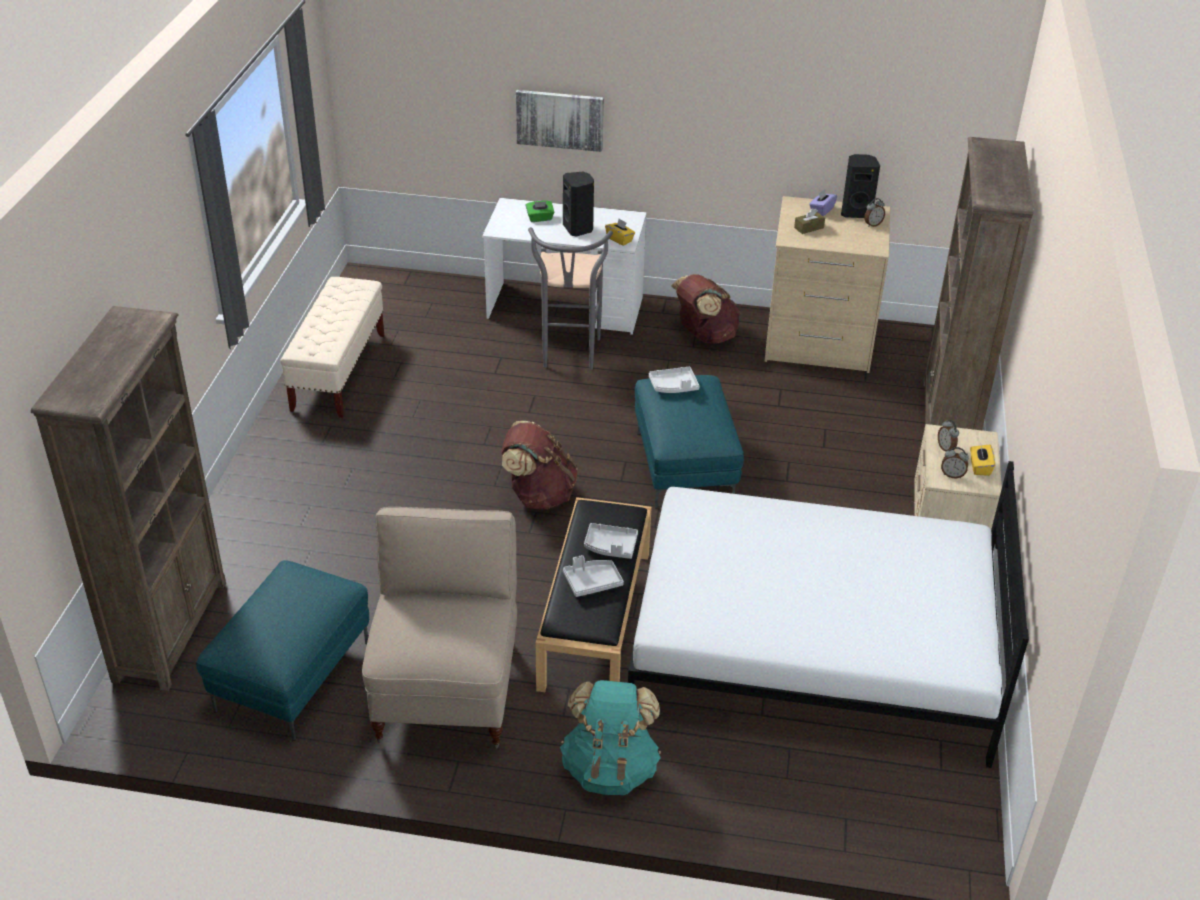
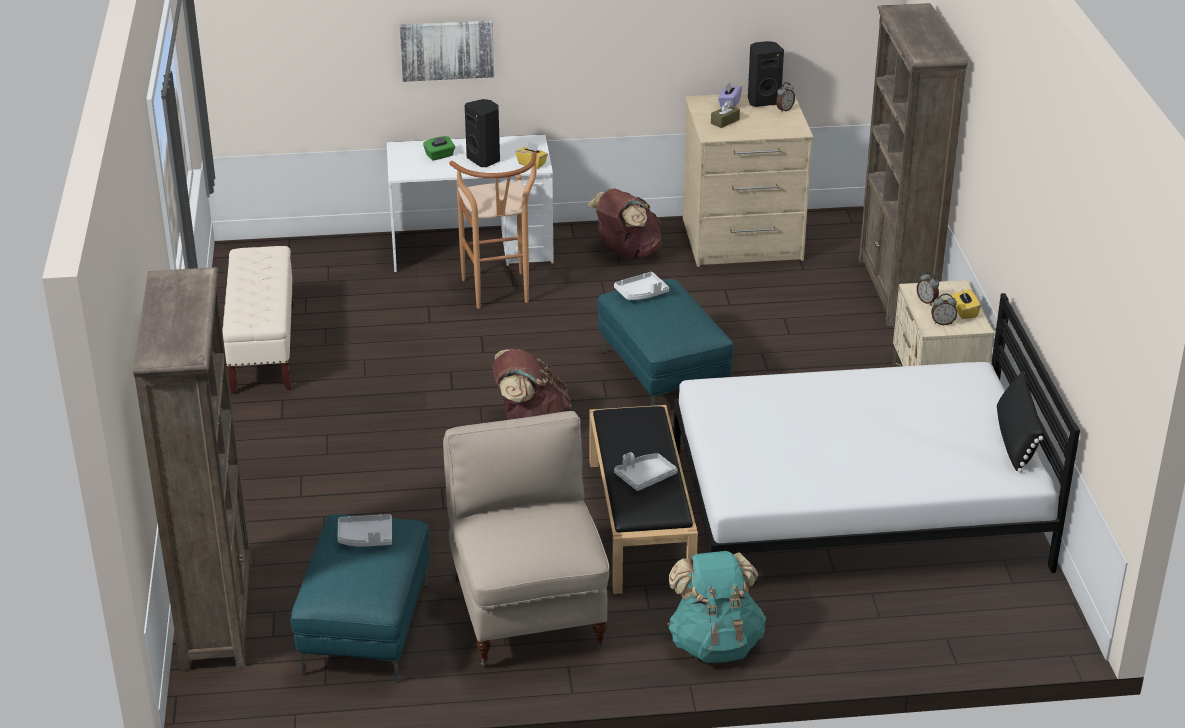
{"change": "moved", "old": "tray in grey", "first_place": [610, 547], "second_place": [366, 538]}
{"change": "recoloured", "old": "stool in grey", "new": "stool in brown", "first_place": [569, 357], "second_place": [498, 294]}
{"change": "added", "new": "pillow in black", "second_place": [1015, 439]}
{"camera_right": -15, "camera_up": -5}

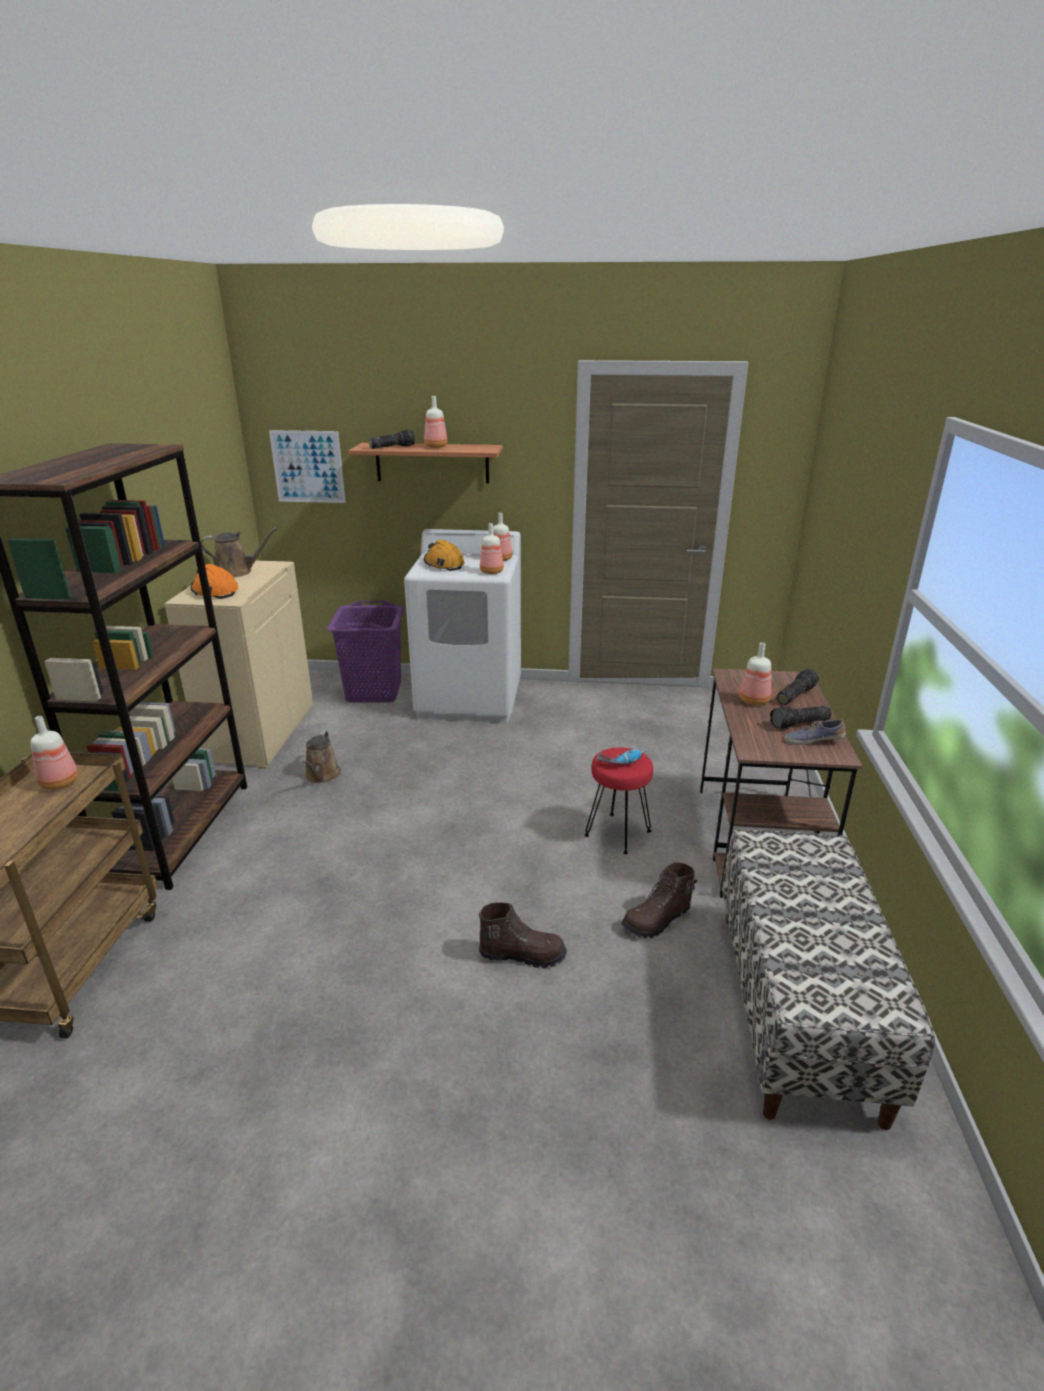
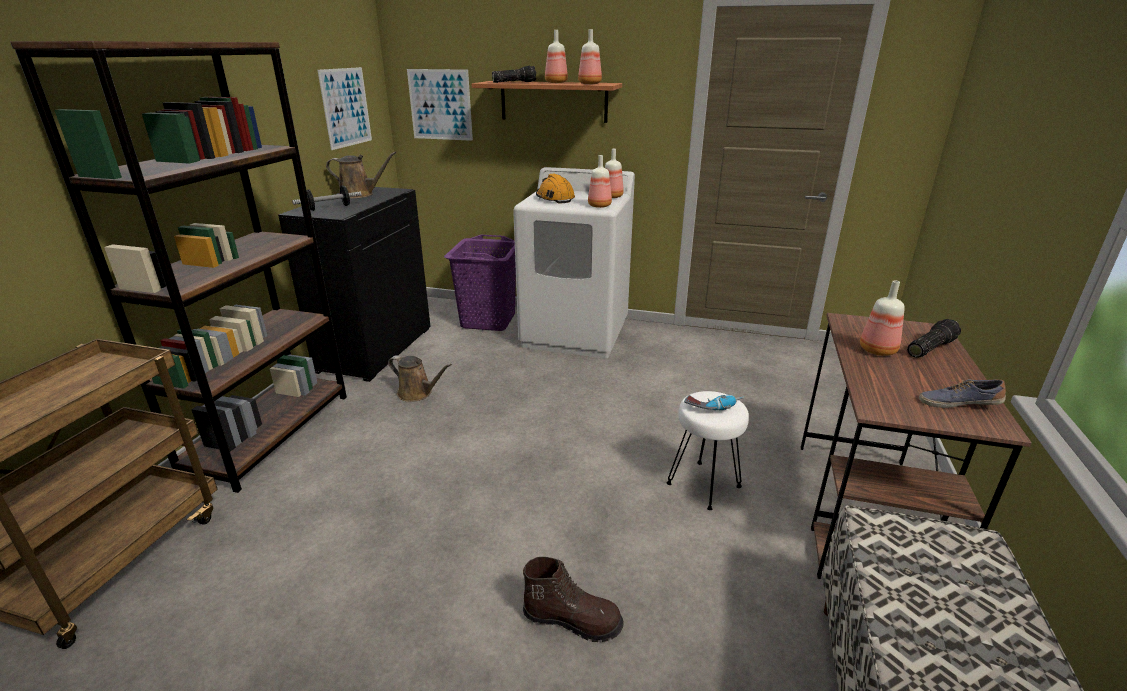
{"change": "recoloured", "old": "cabinet in beige", "new": "cabinet in black", "first_place": [259, 733], "second_place": [375, 349]}
{"change": "replaced", "old": "hard hat in orange", "new": "dumbbell", "first_place": [215, 591], "second_place": [329, 208]}
{"change": "added", "new": "picture", "second_place": [346, 107]}
{"change": "turned", "old": "watering can in brown", "first_place": [322, 775], "second_place": [417, 393], "degrees": -75}
{"change": "moved", "old": "bottle", "first_place": [59, 782], "second_place": [589, 83]}
{"change": "recoloured", "old": "stool in red", "new": "stool in white", "first_place": [617, 833], "second_place": [703, 484]}
{"change": "removed", "old": "boot in brown", "first_place": [657, 920]}
{"change": "removed", "old": "flashlight", "first_place": [800, 724]}
{"camera_right": 10, "camera_up": 0}

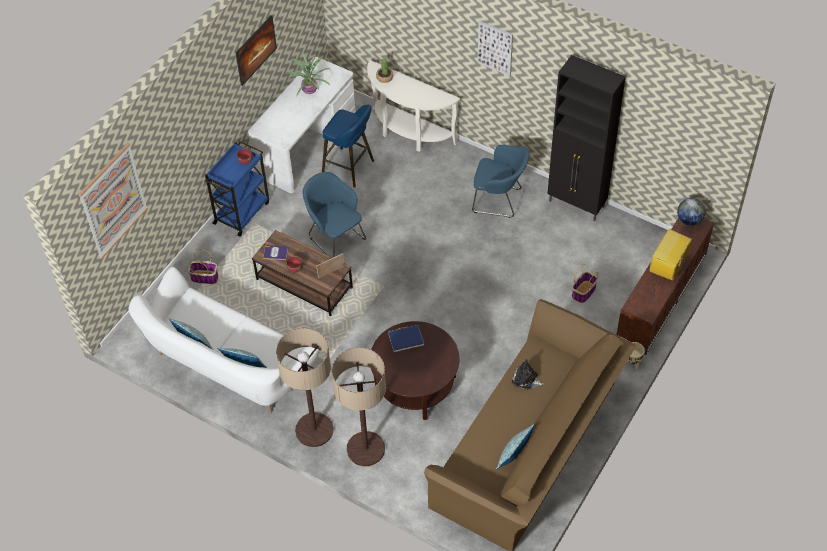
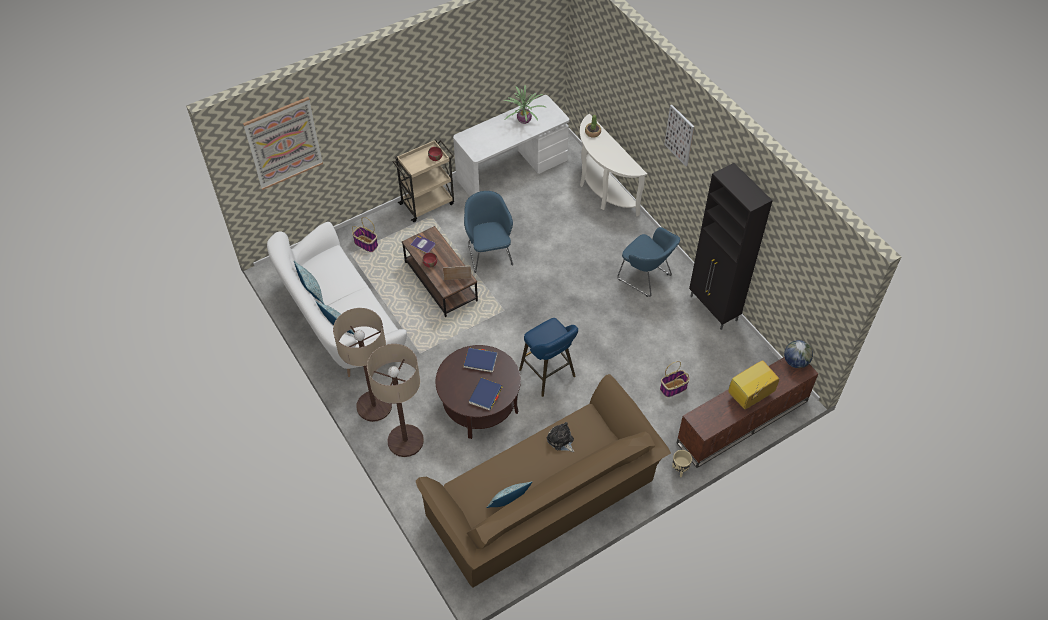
{"change": "recoloured", "old": "cart in blue", "new": "cart in beige", "first_place": [242, 212], "second_place": [428, 203]}
{"change": "added", "new": "book in blue", "second_place": [485, 395]}
{"change": "moved", "old": "stool in blue", "first_place": [350, 168], "second_place": [549, 375]}
{"change": "removed", "old": "picture", "first_place": [257, 58]}
{"camera_right": 25, "camera_up": 0}

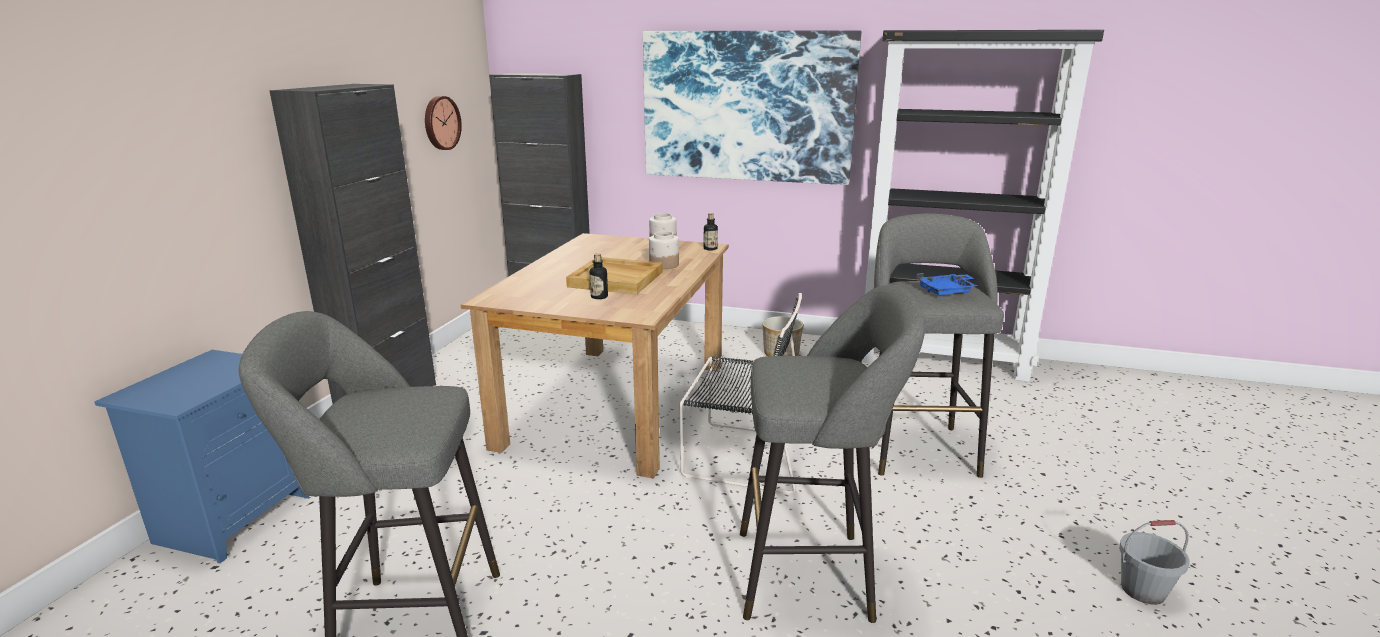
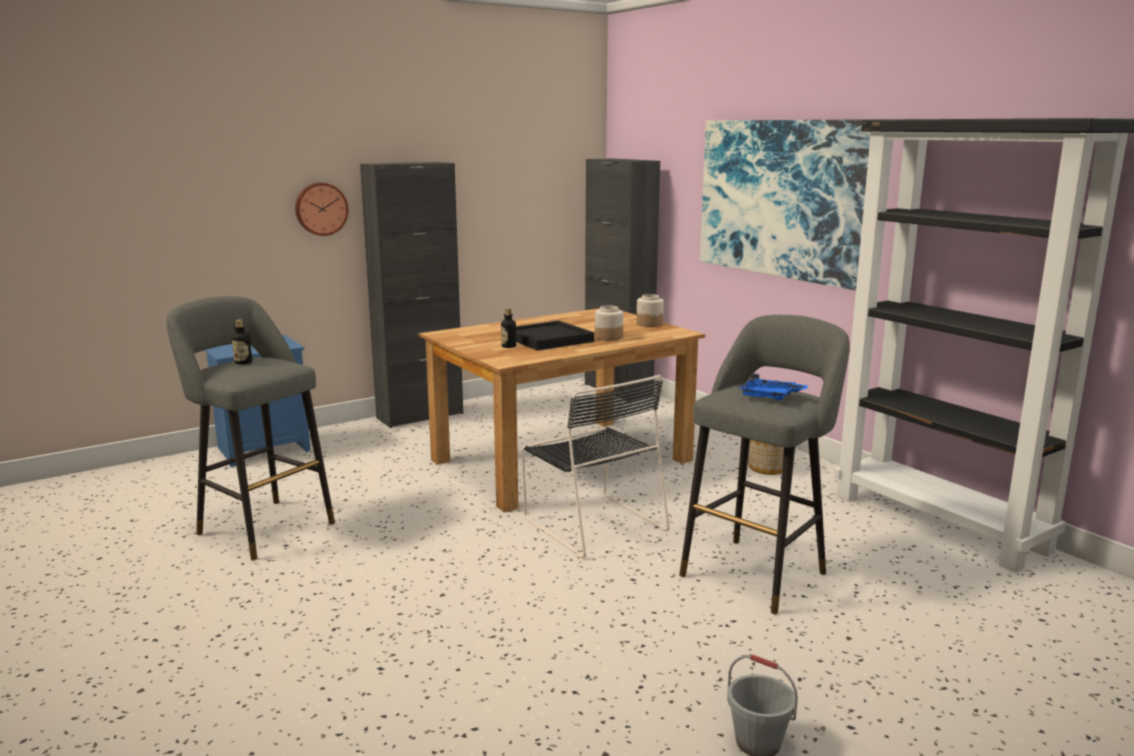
{"change": "moved", "old": "bottle", "first_place": [710, 249], "second_place": [243, 362]}
{"change": "moved", "old": "wall clock", "first_place": [440, 123], "second_place": [321, 209]}
{"change": "recoloured", "old": "tray in beige", "new": "tray in black", "first_place": [617, 279], "second_place": [549, 339]}
{"change": "removed", "old": "stool in grey", "first_place": [812, 574]}
{"camera_right": 40, "camera_up": -5}

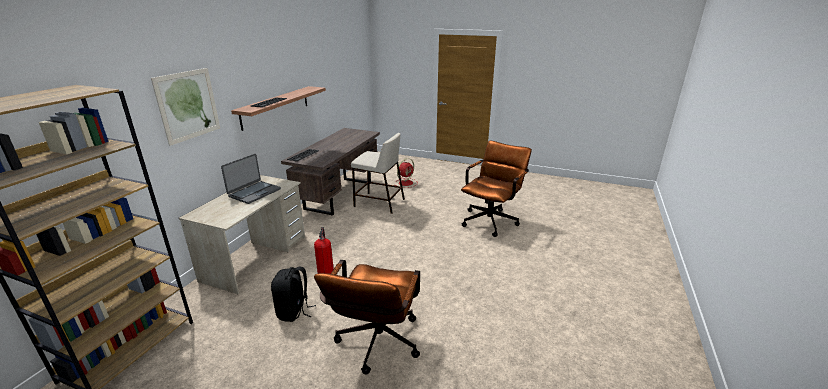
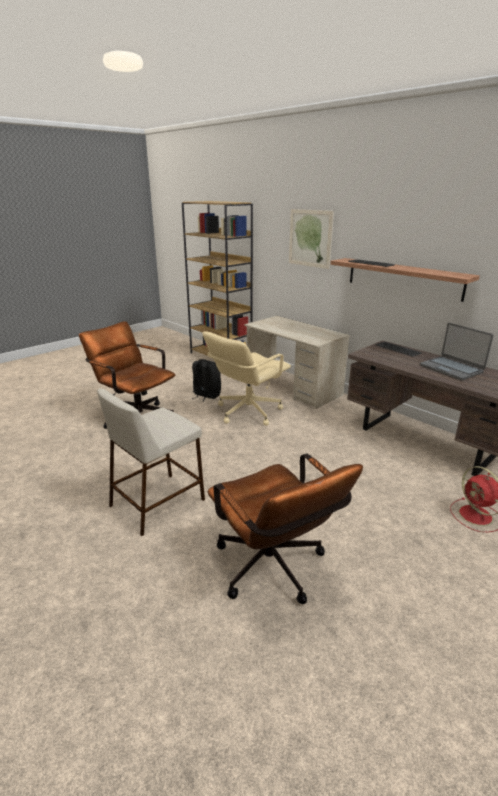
{"change": "moved", "old": "stool in beige", "first_place": [378, 203], "second_place": [158, 502]}
{"change": "replaced", "old": "fire extinguisher", "new": "office chair in beige", "first_place": [325, 271], "second_place": [247, 411]}
{"change": "moved", "old": "laptop", "first_place": [254, 193], "second_place": [451, 369]}
{"camera_right": 115, "camera_up": 0}

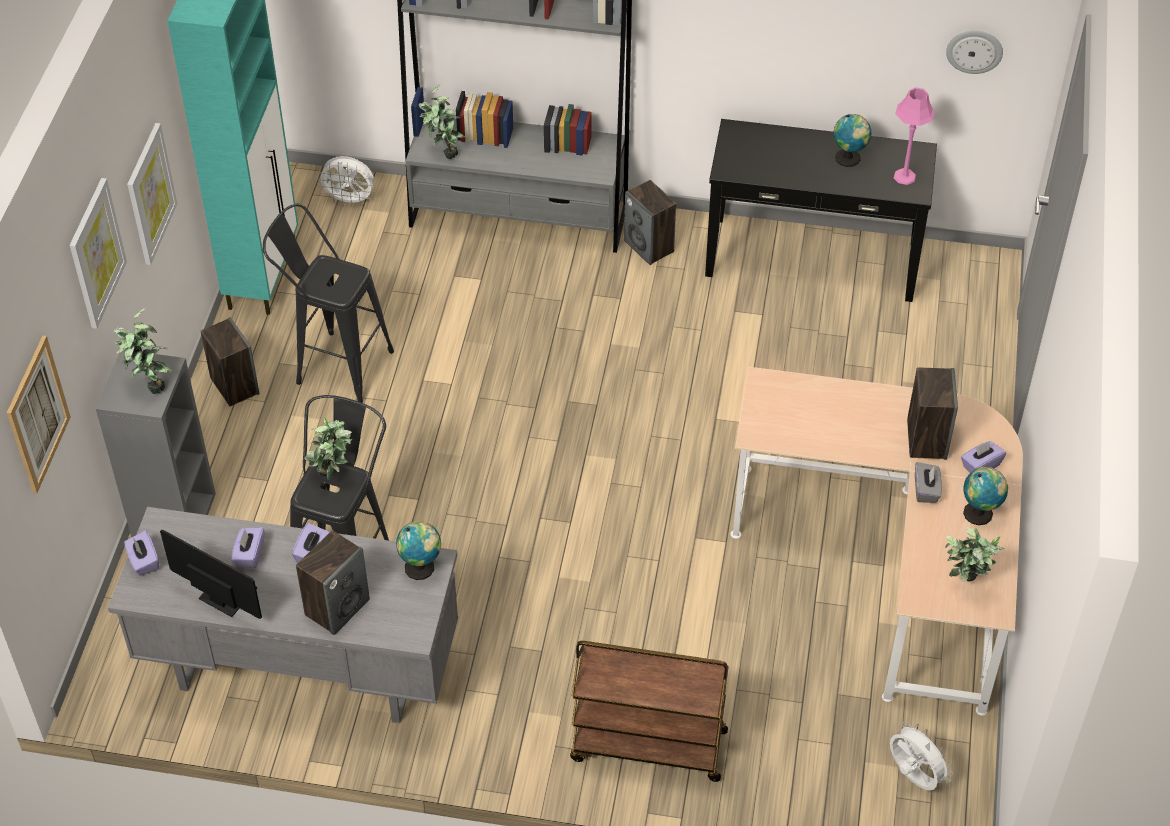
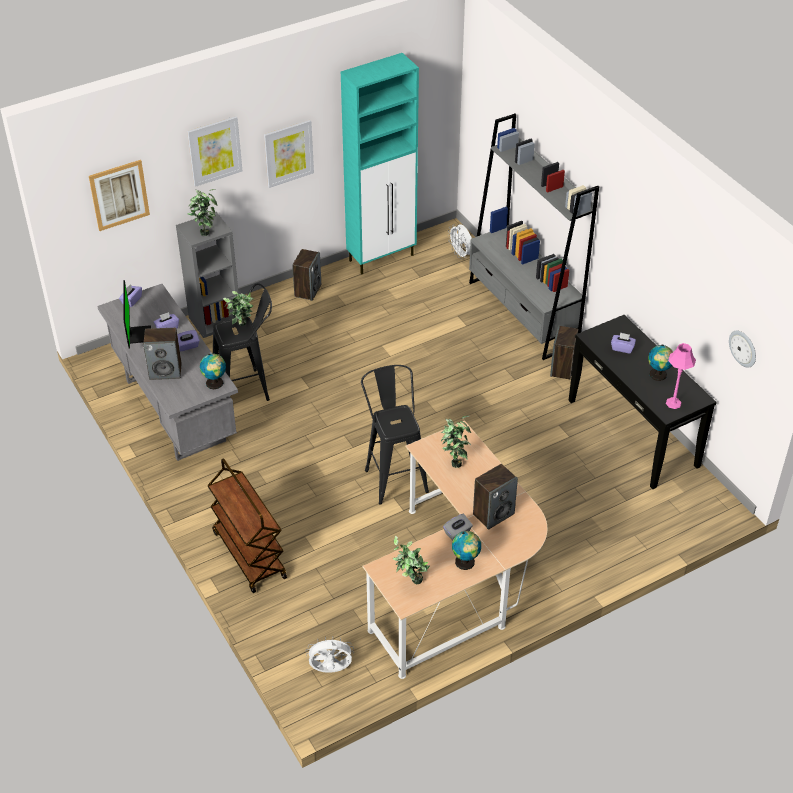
{"change": "turned", "old": "fan in white", "first_place": [913, 777], "second_place": [330, 670], "degrees": -105}
{"change": "moved", "old": "stool in black", "first_place": [335, 364], "second_place": [394, 476]}
{"change": "moved", "old": "potted plant", "first_place": [443, 153], "second_place": [454, 460]}
{"change": "moved", "old": "tissue box in purple", "first_place": [980, 466], "second_place": [622, 348]}
{"camera_right": 50, "camera_up": -5}

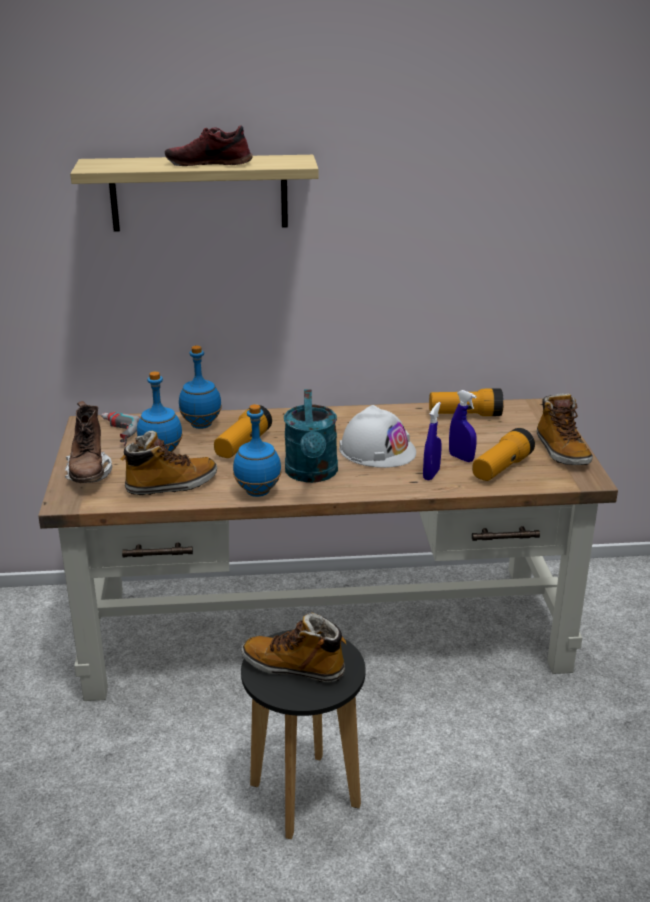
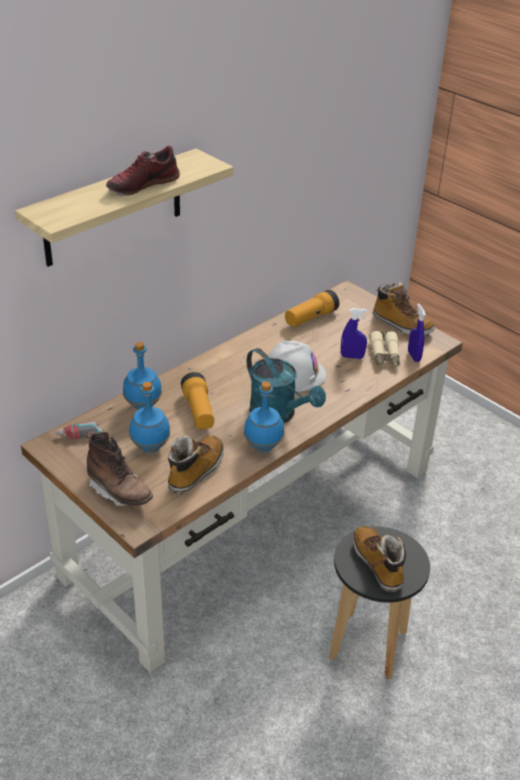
{"change": "turned", "old": "boot", "first_place": [294, 667], "second_place": [378, 564], "degrees": 90}
{"change": "replaced", "old": "flashlight", "new": "binoculars in beige", "first_place": [501, 468], "second_place": [384, 355]}
{"change": "moved", "old": "spray bottle in blue", "first_place": [431, 474], "second_place": [414, 356]}
{"camera_right": -40, "camera_up": 10}

